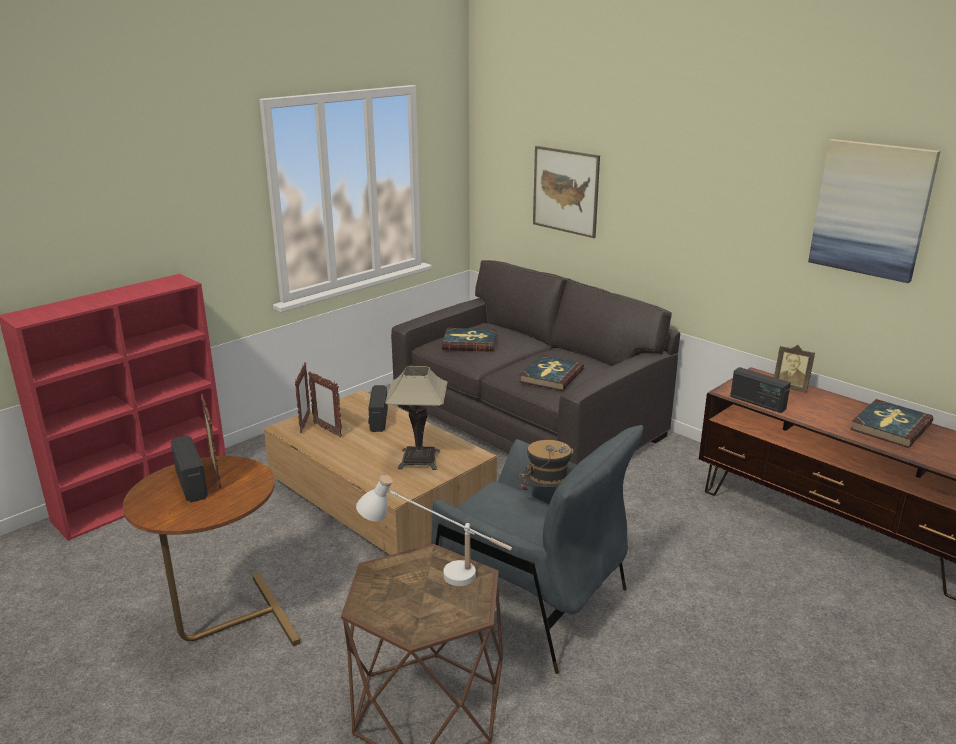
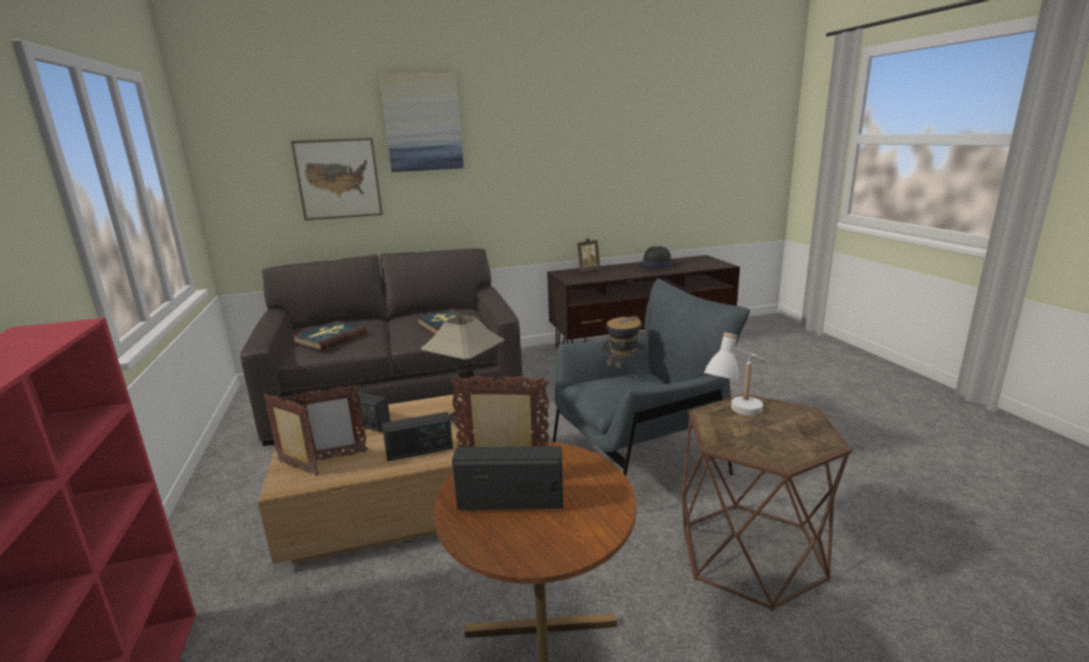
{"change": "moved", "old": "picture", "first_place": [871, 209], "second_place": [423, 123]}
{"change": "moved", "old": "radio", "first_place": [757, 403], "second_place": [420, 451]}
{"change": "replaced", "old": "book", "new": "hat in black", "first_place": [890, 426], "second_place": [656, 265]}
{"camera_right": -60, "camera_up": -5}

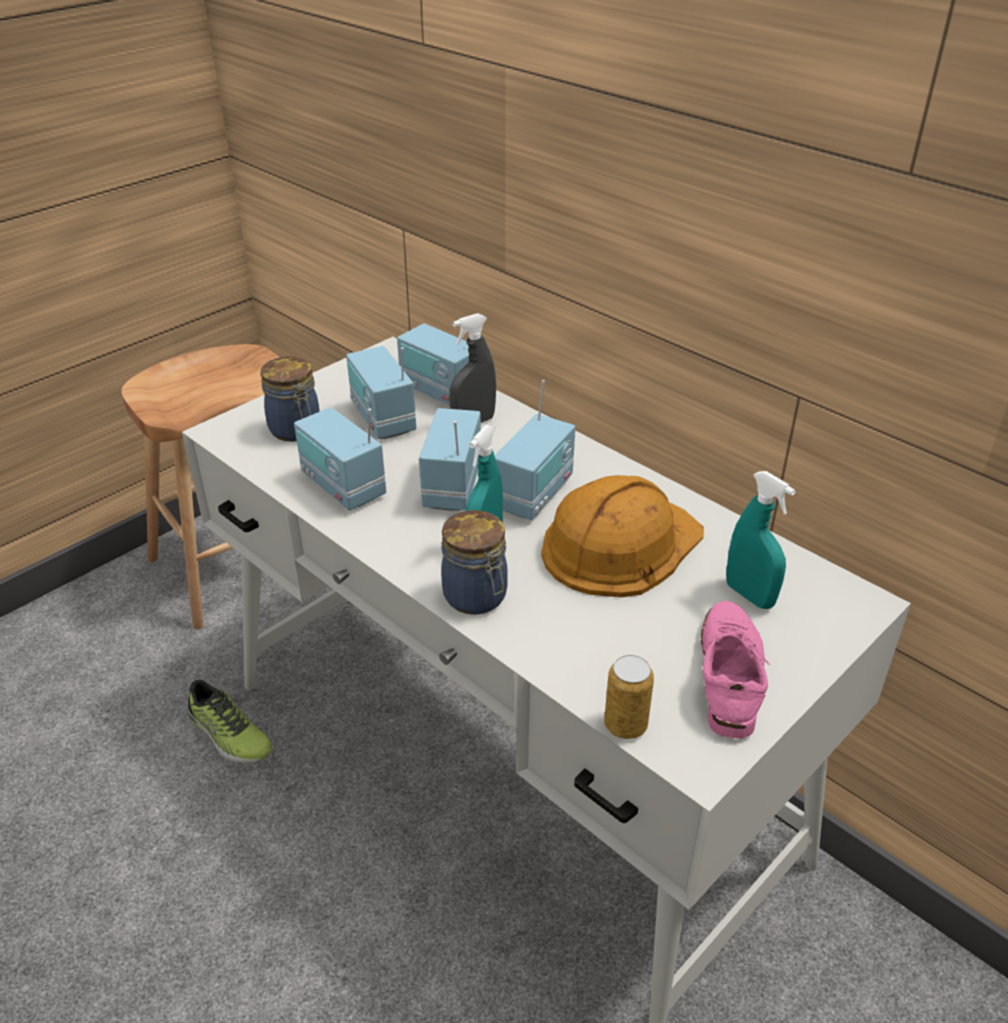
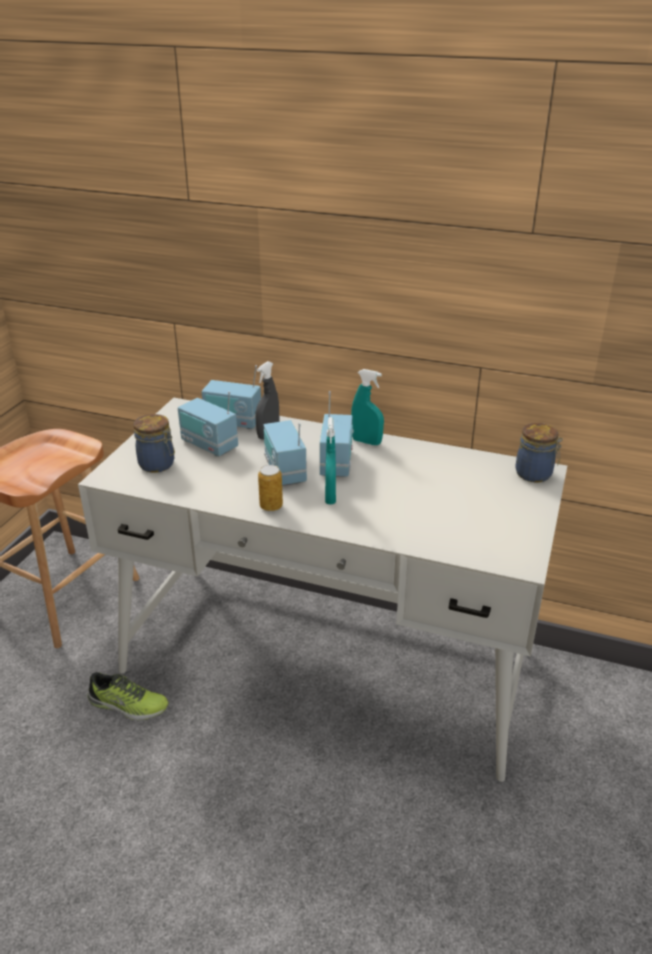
{"change": "moved", "old": "can", "first_place": [625, 725], "second_place": [271, 506]}
{"change": "moved", "old": "spray bottle in turquoise", "first_place": [749, 595], "second_place": [366, 442]}
{"change": "moved", "old": "jar", "first_place": [477, 597], "second_place": [535, 474]}
{"change": "removed", "old": "radio", "first_place": [342, 486]}
{"change": "removed", "old": "hard hat in orange", "first_place": [620, 544]}
{"change": "removed", "old": "shoe in pink", "first_place": [729, 674]}
{"camera_right": -25, "camera_up": -5}

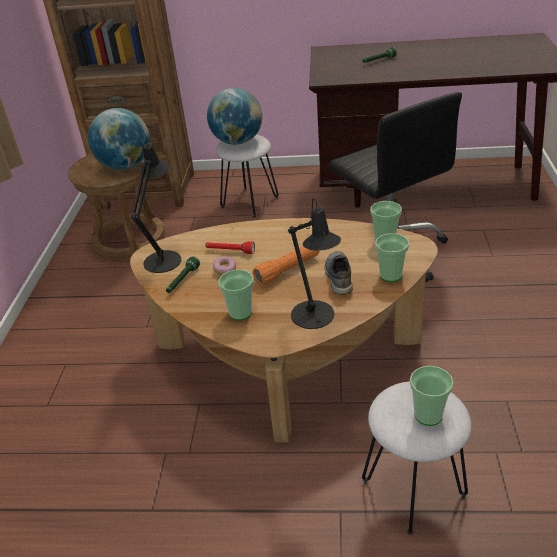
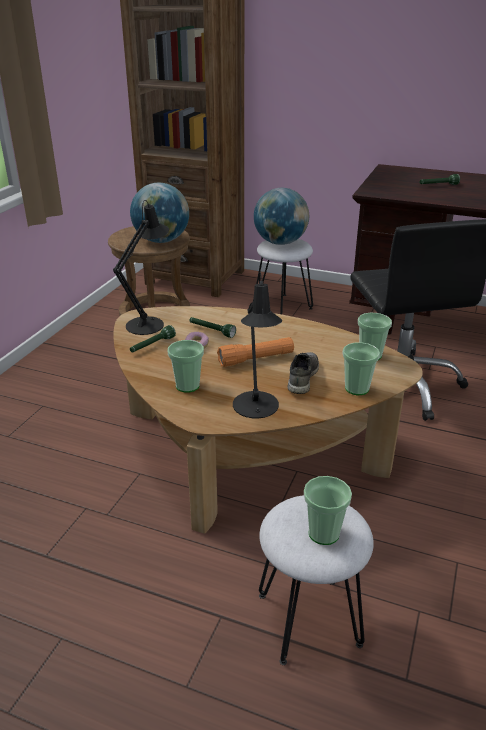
{"change": "recoloured", "old": "flashlight in red", "new": "flashlight in green", "first_place": [230, 251], "second_place": [211, 331]}
{"camera_right": 15, "camera_up": -5}

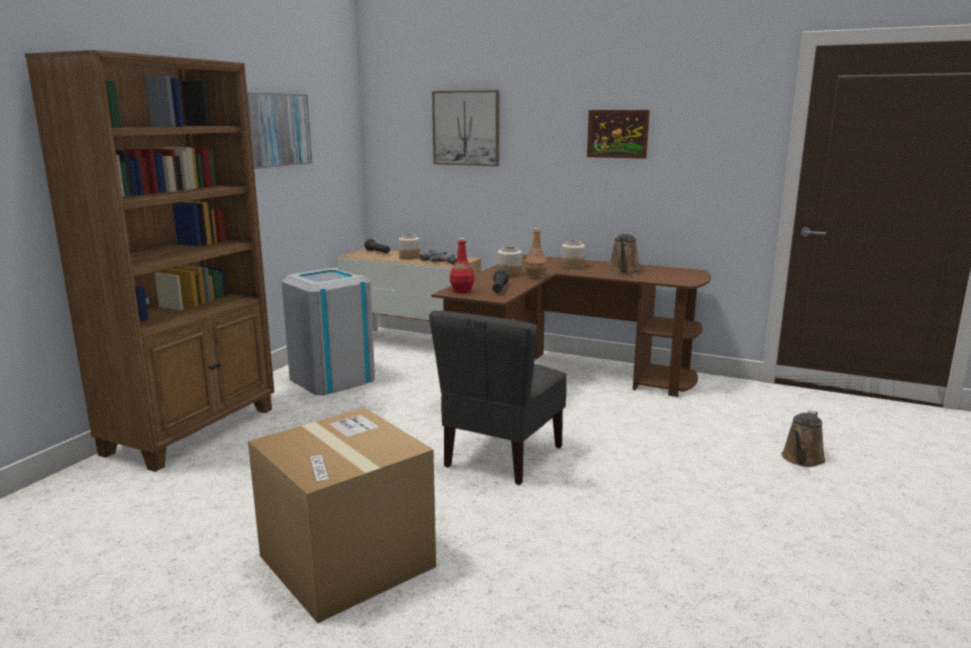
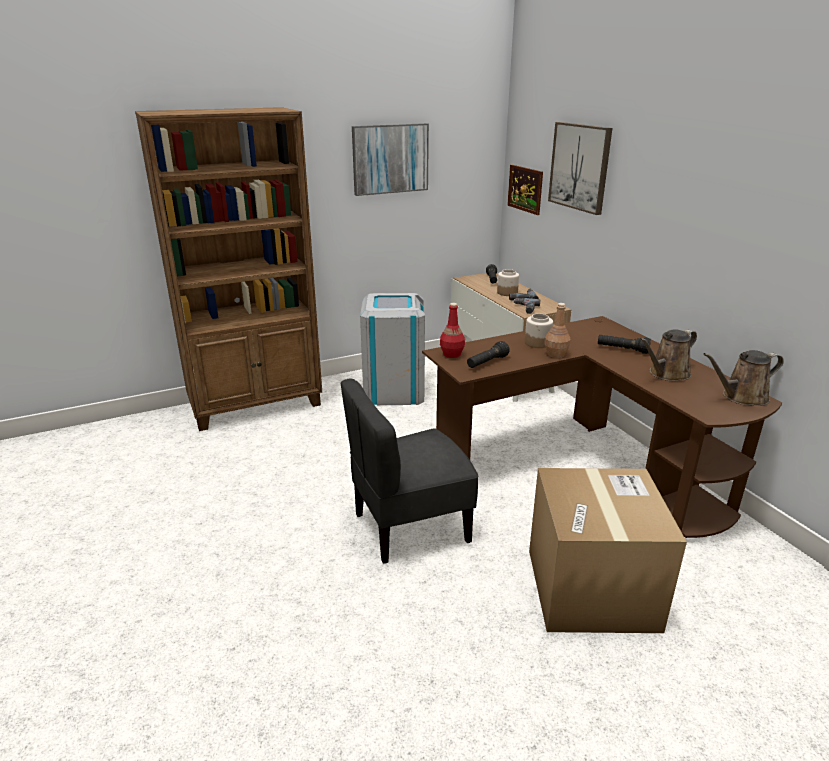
{"change": "moved", "old": "picture", "first_place": [617, 134], "second_place": [525, 189]}
{"change": "moved", "old": "cardboard box", "first_place": [347, 561], "second_place": [591, 589]}
{"change": "replaced", "old": "jar", "new": "flashlight in black", "first_place": [572, 266], "second_place": [622, 350]}
{"change": "moved", "old": "watering can in brown", "first_place": [802, 459], "second_place": [741, 397]}
{"camera_right": 40, "camera_up": 10}

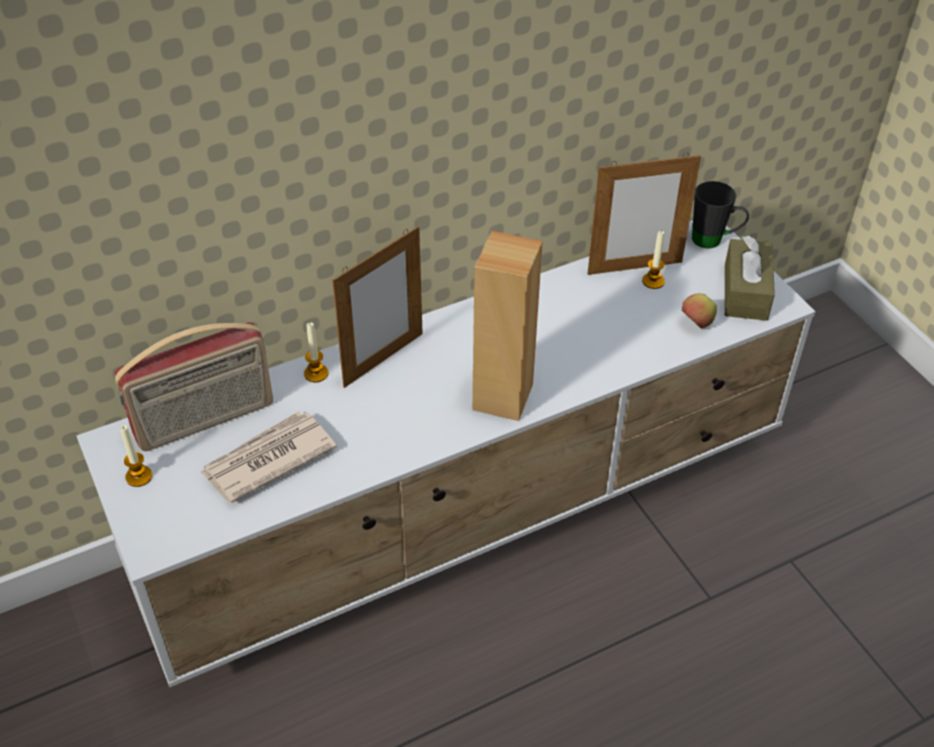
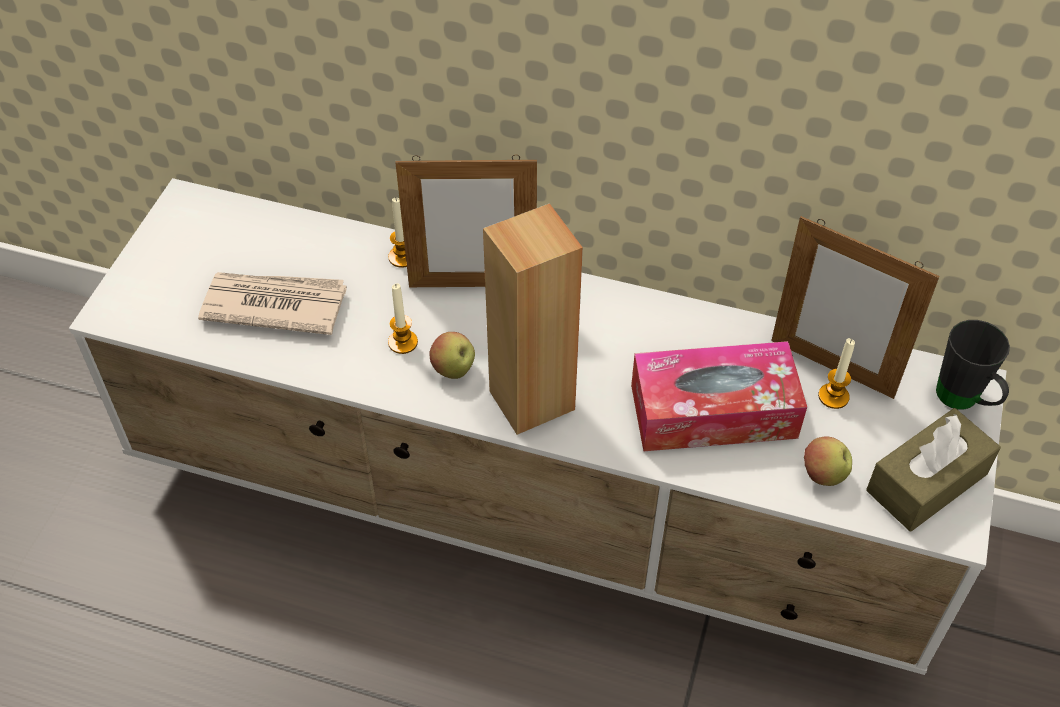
{"change": "moved", "old": "candle", "first_place": [139, 476], "second_place": [403, 342]}
{"change": "added", "new": "apple", "second_place": [454, 369]}
{"change": "added", "new": "tissue box", "second_place": [713, 411]}
{"change": "removed", "old": "radio", "first_place": [205, 421]}
{"camera_right": 45, "camera_up": 5}

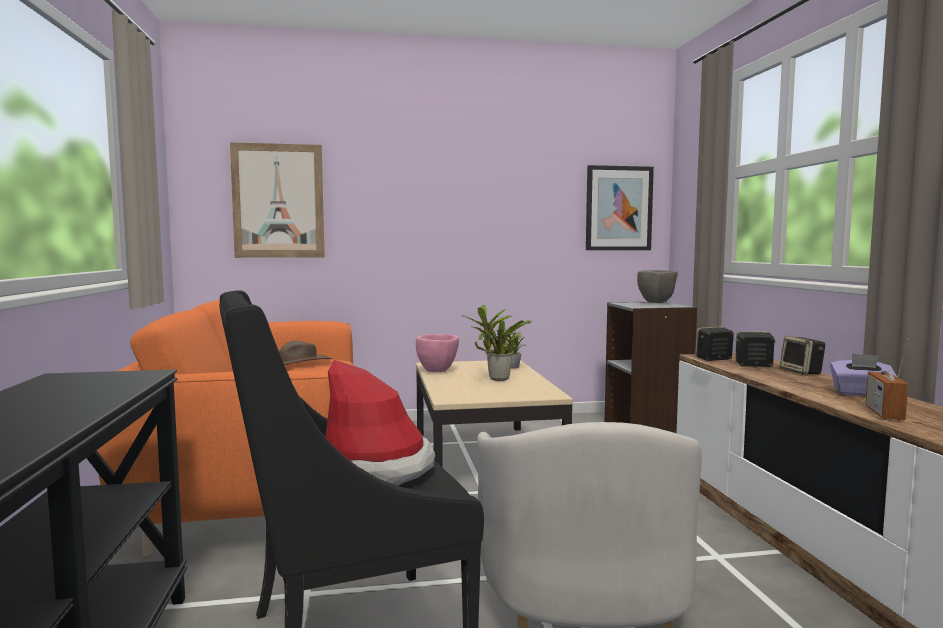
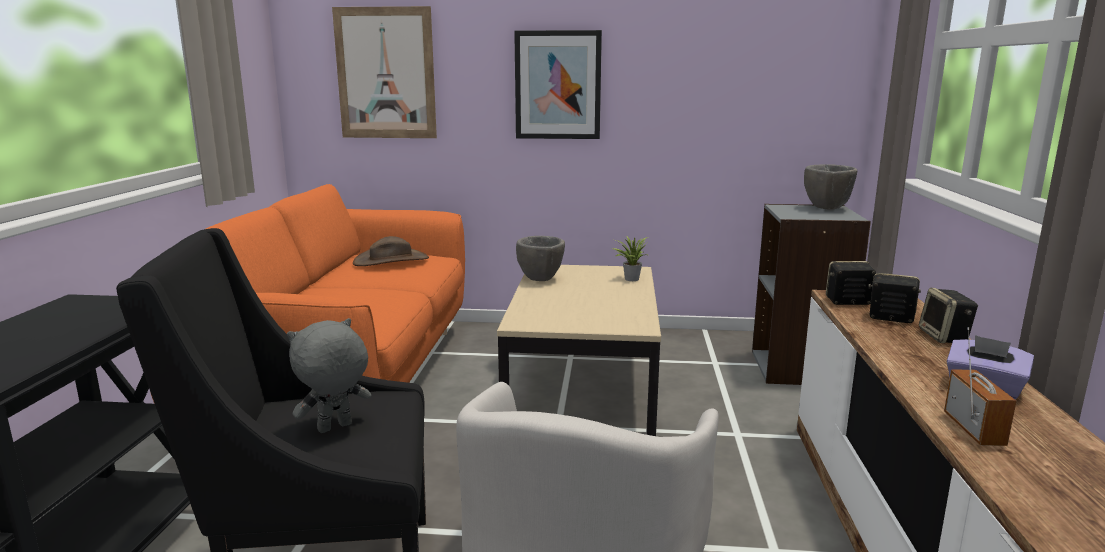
{"change": "replaced", "old": "hat", "new": "plush toy in grey", "first_place": [374, 470], "second_place": [335, 428]}
{"change": "moved", "old": "picture", "first_place": [618, 208], "second_place": [558, 85]}
{"change": "recoloured", "old": "bowl in pink", "new": "bowl in grey", "first_place": [437, 371], "second_place": [540, 279]}
{"change": "turned", "old": "radio", "first_place": [884, 413], "second_place": [974, 429], "degrees": 150}
{"change": "removed", "old": "potted plant", "first_place": [496, 379]}
{"camera_right": 15, "camera_up": 10}

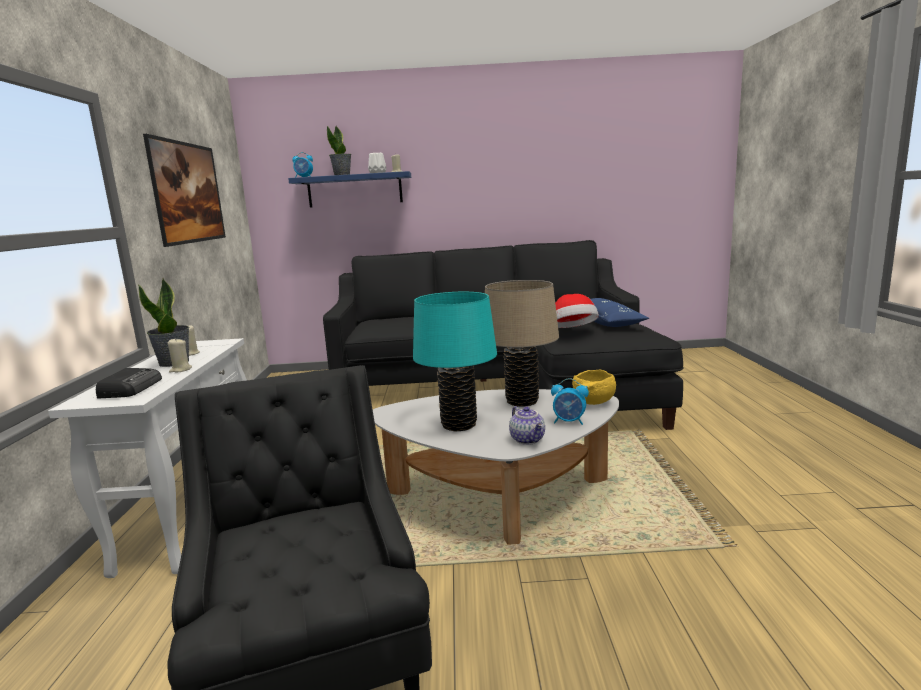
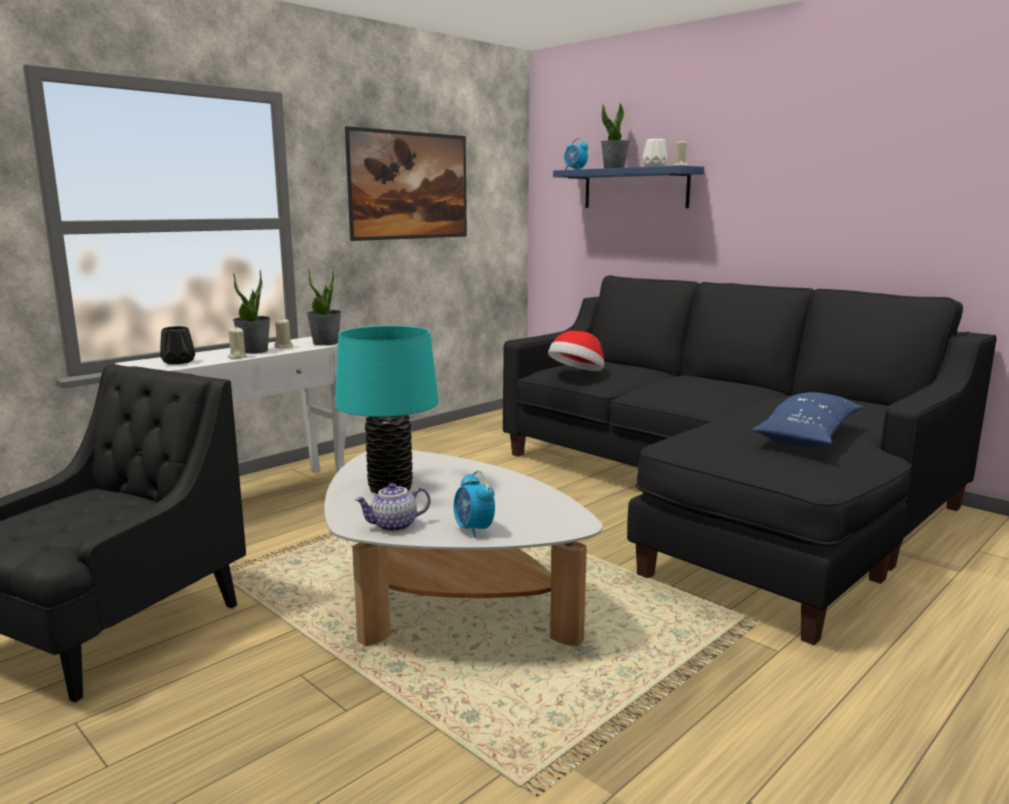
{"change": "replaced", "old": "radio", "new": "vase in black", "first_place": [131, 388], "second_place": [179, 361]}
{"change": "added", "new": "potted plant", "second_place": [326, 343]}
{"change": "turned", "old": "teapot", "first_place": [528, 439], "second_place": [394, 526], "degrees": 45}
{"change": "moved", "old": "hat", "first_place": [572, 332], "second_place": [577, 374]}
{"change": "removed", "old": "table lamp in beige", "first_place": [522, 401]}
{"change": "removed", "old": "bowl in yellow", "first_place": [594, 403]}
{"camera_right": 45, "camera_up": 0}

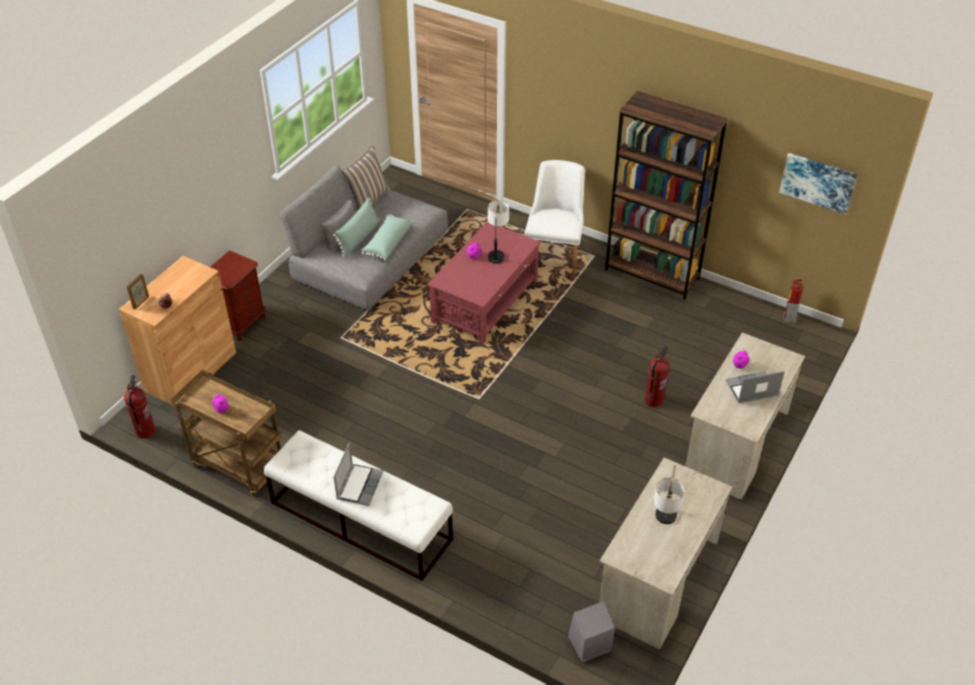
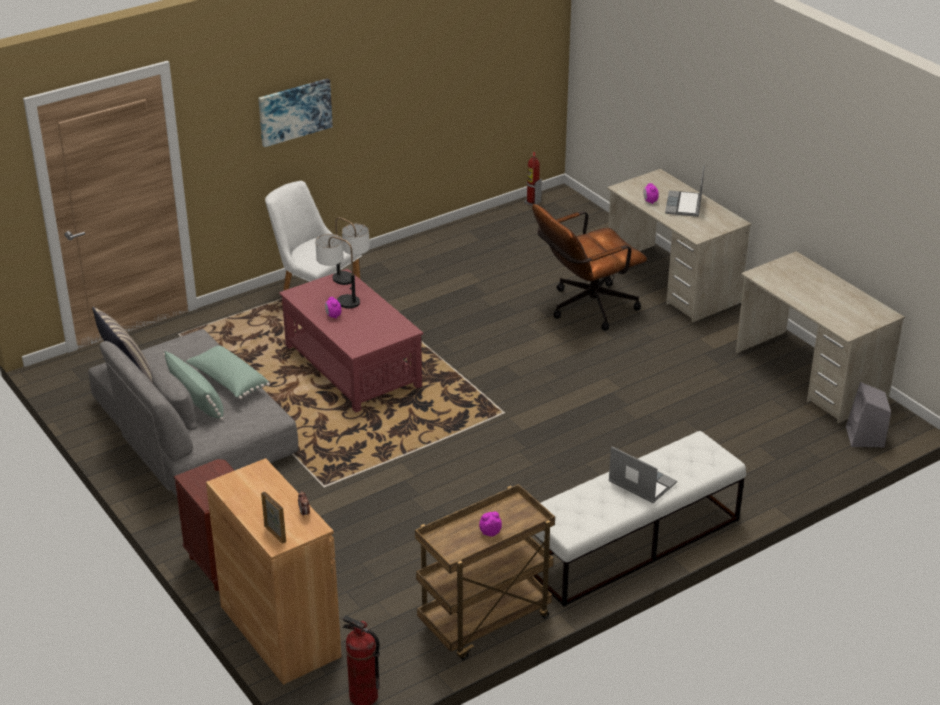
{"change": "moved", "old": "picture", "first_place": [818, 182], "second_place": [294, 111]}
{"change": "moved", "old": "table lamp", "first_place": [664, 523], "second_place": [351, 283]}
{"change": "replaced", "old": "fire extinguisher", "new": "office chair in brown", "first_place": [653, 400], "second_place": [585, 308]}
{"change": "removed", "old": "bookcase in brown", "first_place": [652, 274]}
{"camera_right": -65, "camera_up": -10}

